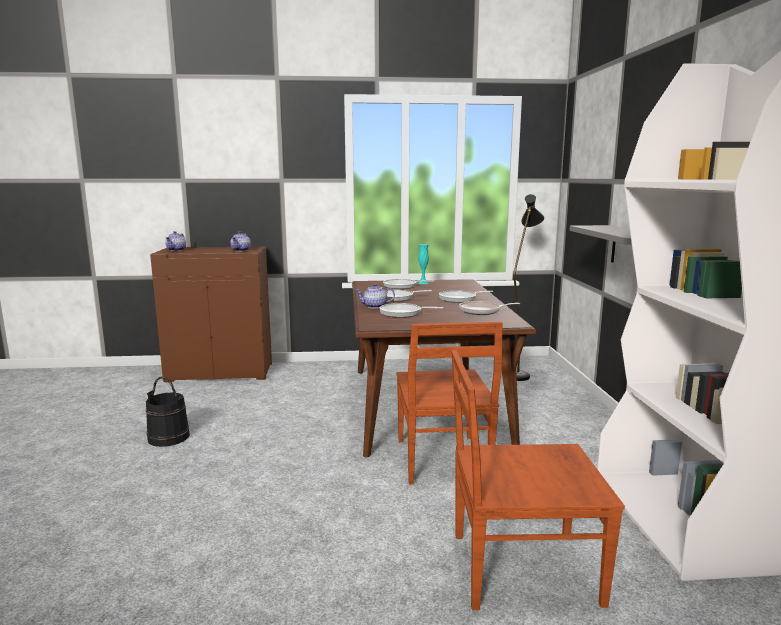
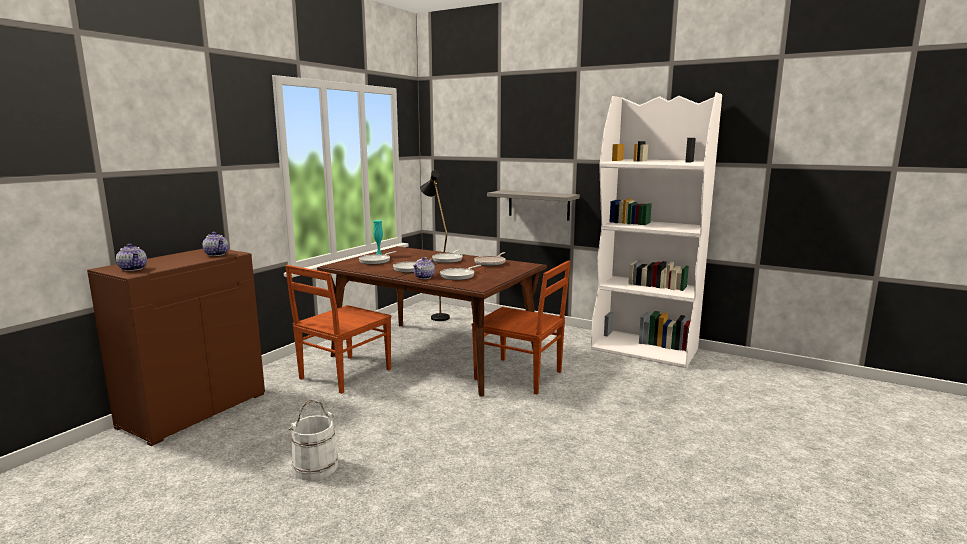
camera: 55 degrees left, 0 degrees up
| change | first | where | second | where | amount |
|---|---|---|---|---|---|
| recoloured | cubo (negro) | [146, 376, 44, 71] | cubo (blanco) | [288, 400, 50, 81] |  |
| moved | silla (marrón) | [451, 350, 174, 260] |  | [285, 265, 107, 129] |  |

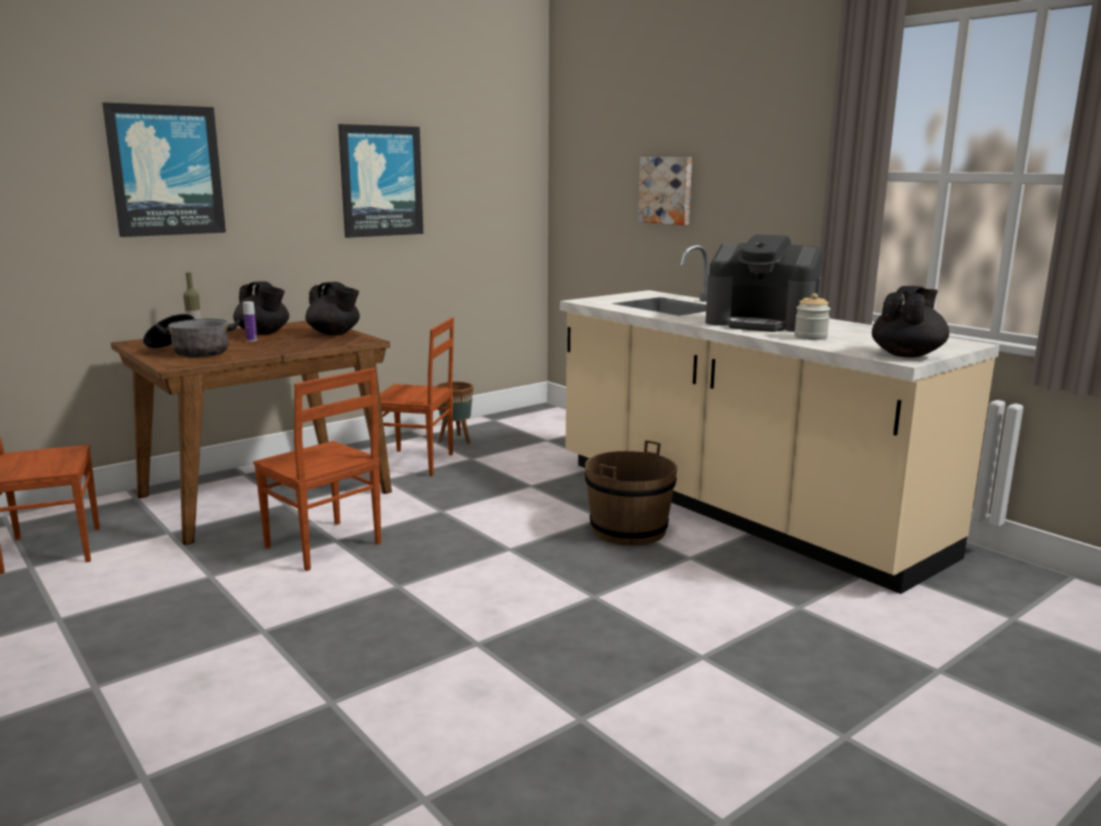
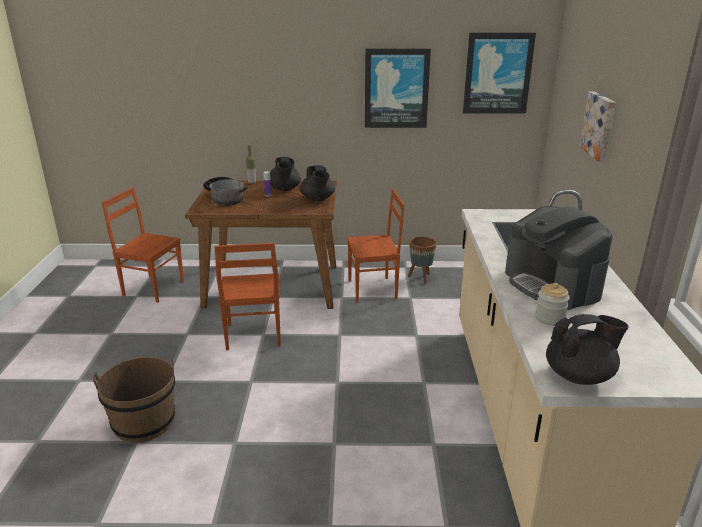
camera: 40 degrees right, 10 degrees up
| change | first | where | second | where | amount |
|---|---|---|---|---|---|
| moved | cuadro | [102, 102, 124, 135] |  | [463, 32, 73, 82] |  |
| turned | silla (marrón) | [380, 318, 74, 158] |  | [347, 189, 58, 114] | 60 degrees counterclockwise |
| moved | cubo (marrón) | [585, 440, 92, 105] |  | [93, 357, 82, 86] |  |

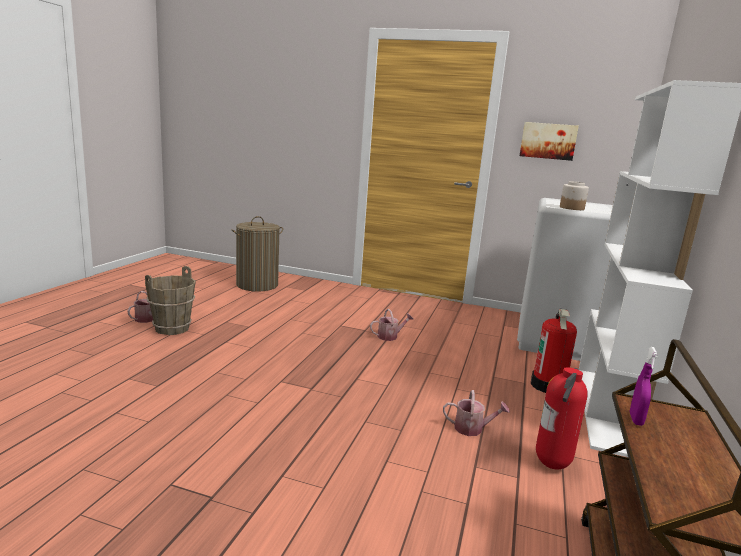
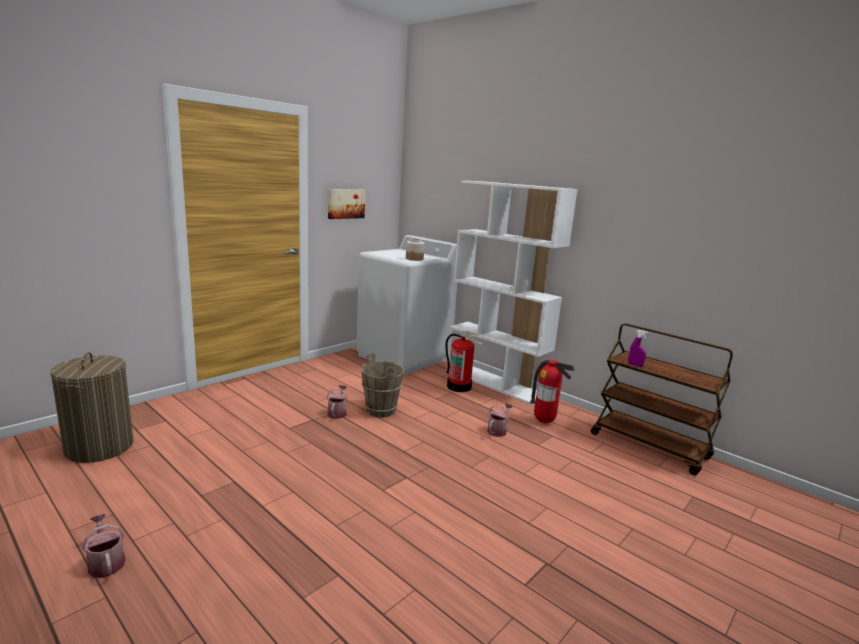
camera: 65 degrees left, 0 degrees up
| change | first | where | second | where | amount |
|---|---|---|---|---|---|
| moved | cubo (marrón) | [145, 266, 51, 69] |  | [361, 353, 43, 64] |  |

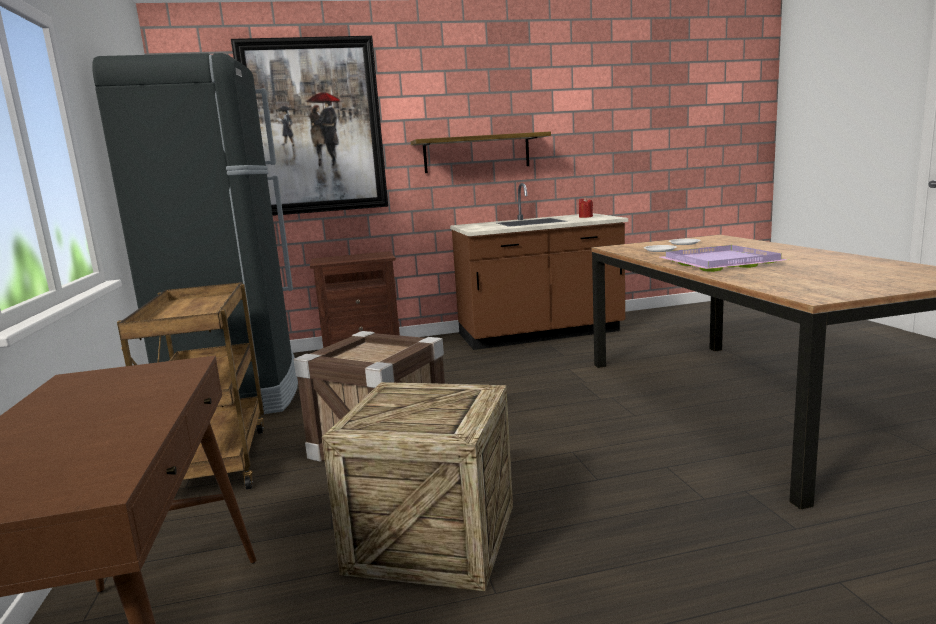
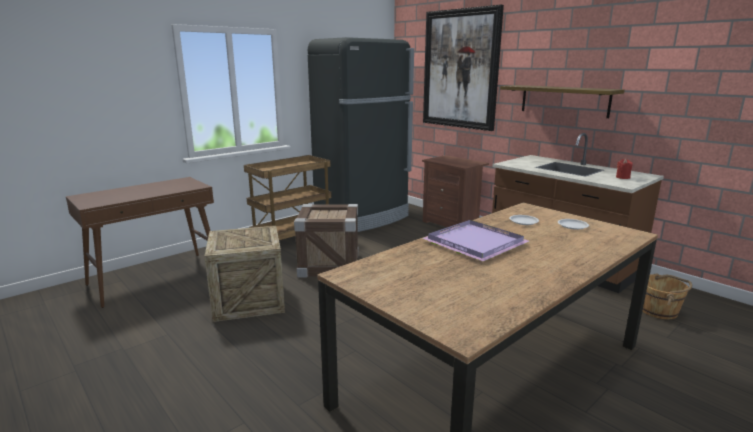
camera: 60 degrees right, 5 degrees up
| change | first | where | second | where | amount |
|---|---|---|---|---|---|
| added |  |  | cubo (marrón) | [642, 273, 50, 46] |  |

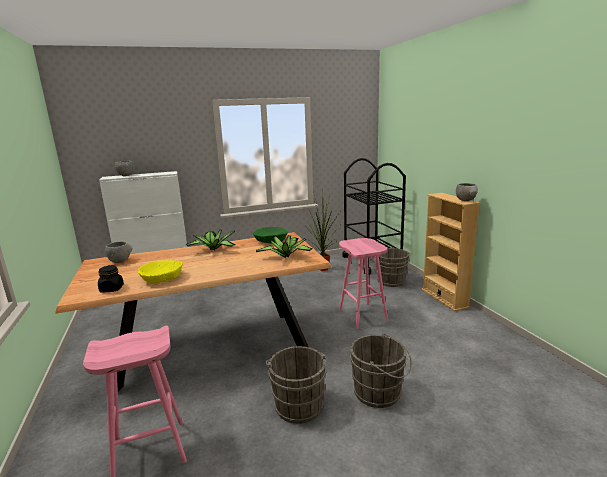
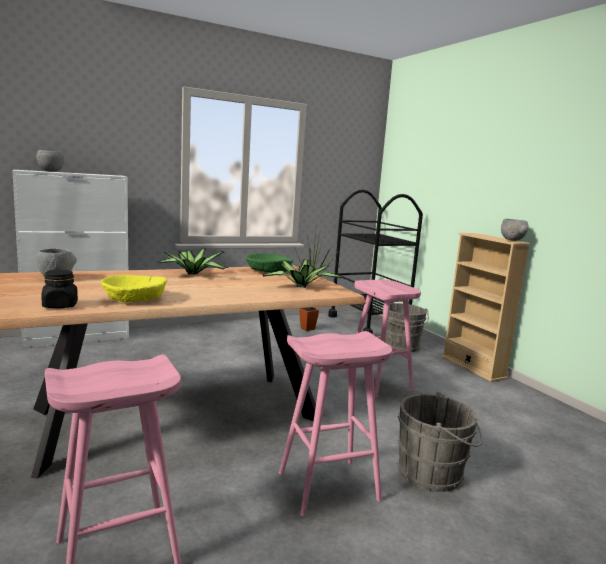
camera: 10 degrees left, 5 degrees down
| change | first | where | second | where | amount |
|---|---|---|---|---|---|
| replaced | cubo (gris) | [266, 346, 61, 78] | taburete (rosa) | [279, 331, 113, 185] |  |

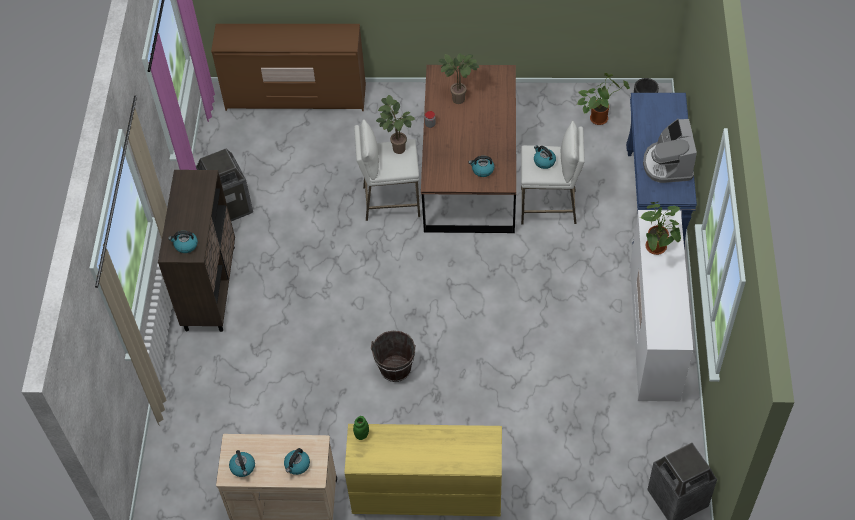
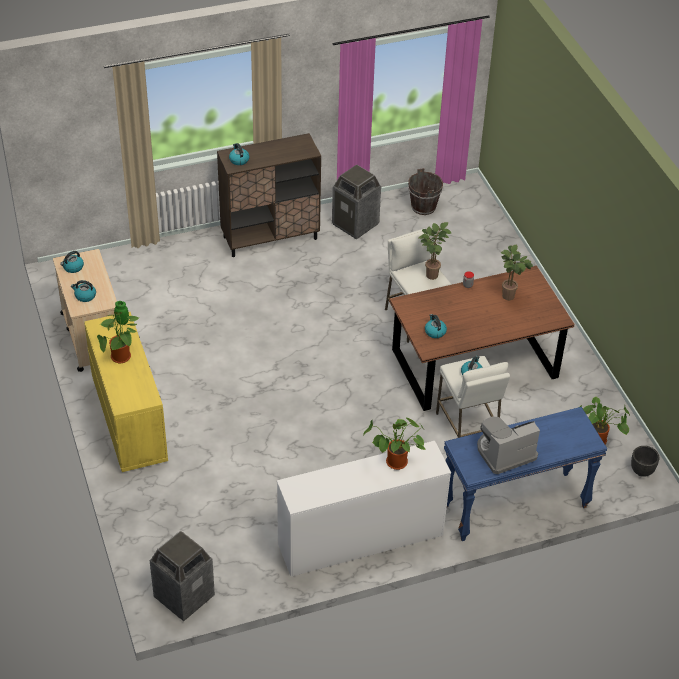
camera: 65 degrees right, 10 degrees down
| change | first | where | second | where | amount |
|---|---|---|---|---|---|
| removed | cómoda (marrón) | [211, 24, 155, 87] |  |  |  |
| moved | cubo (marrón) | [371, 331, 45, 51] |  | [408, 168, 35, 47] |  |
| added |  |  | planta en maceta | [97, 312, 42, 51] |  |

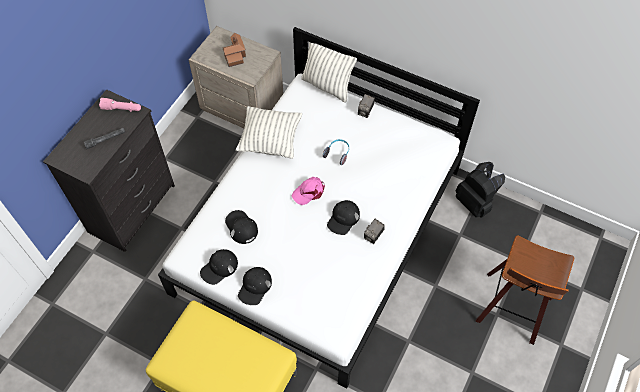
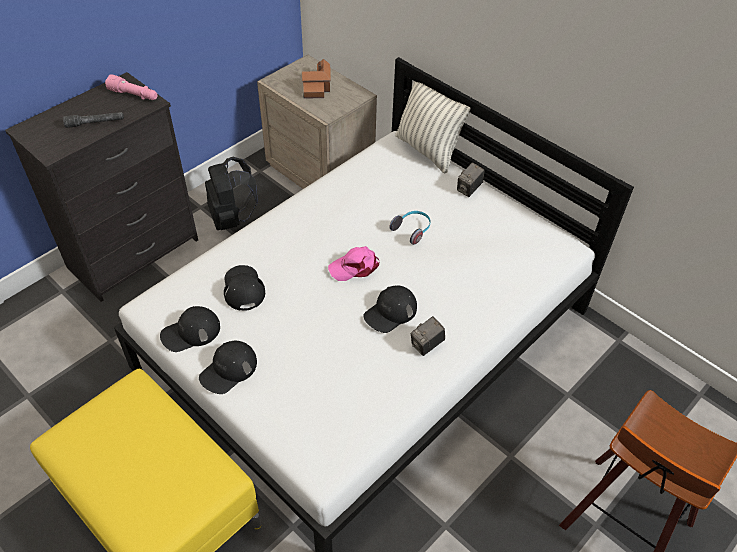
camera: 15 degrees right, 10 degrees down
| change | first | where | second | where | amount |
|---|---|---|---|---|---|
| removed | cojín | [236, 106, 66, 53] |  |  |  |
| moved | mochila (negro) | [455, 162, 50, 56] |  | [205, 157, 53, 73] |  |

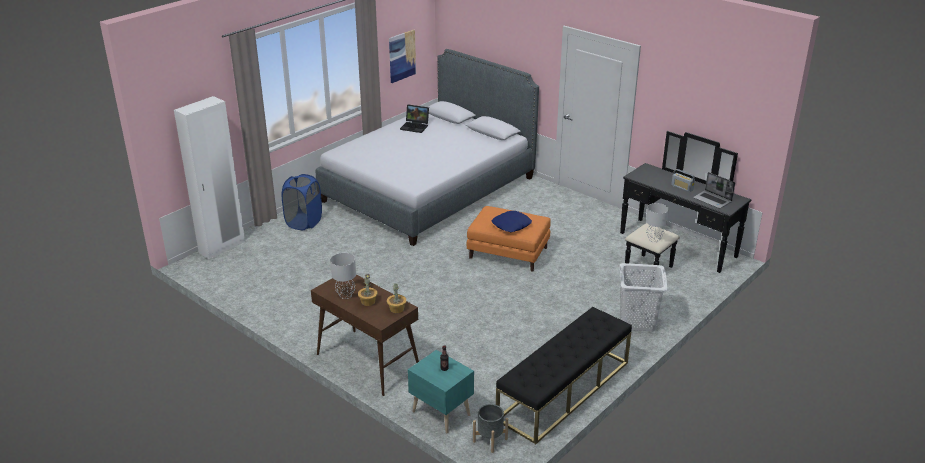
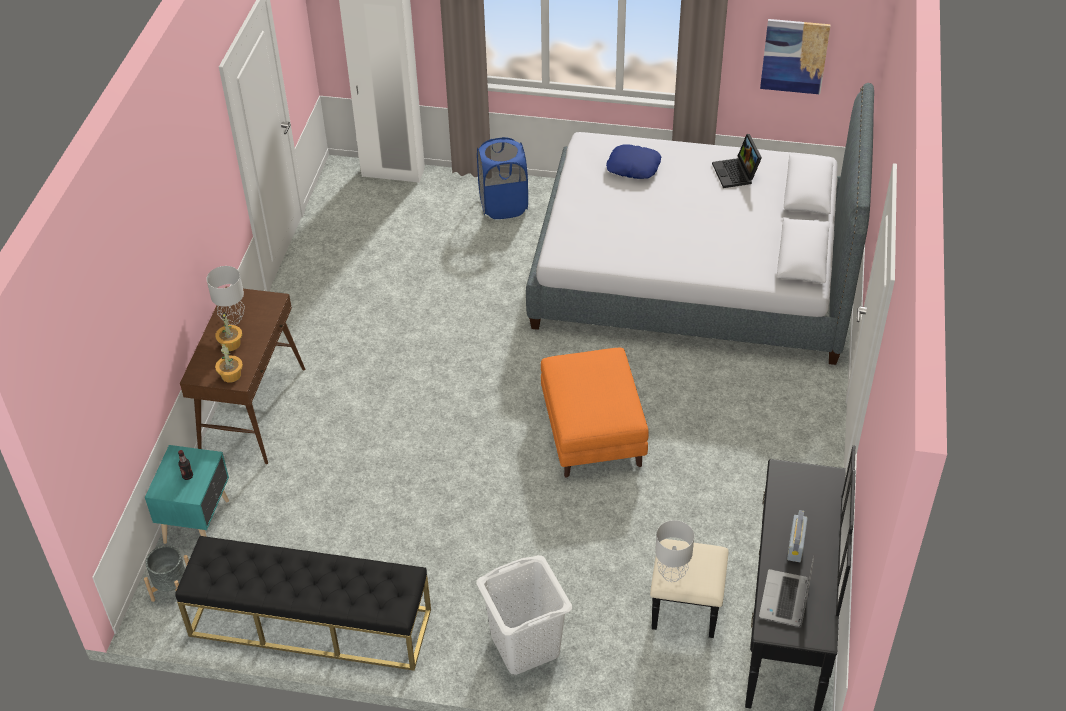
camera: 60 degrees right, 15 degrees up
| change | first | where | second | where | amount |
|---|---|---|---|---|---|
| moved | cojín (azul) | [492, 211, 40, 21] |  | [606, 145, 55, 34] |  |

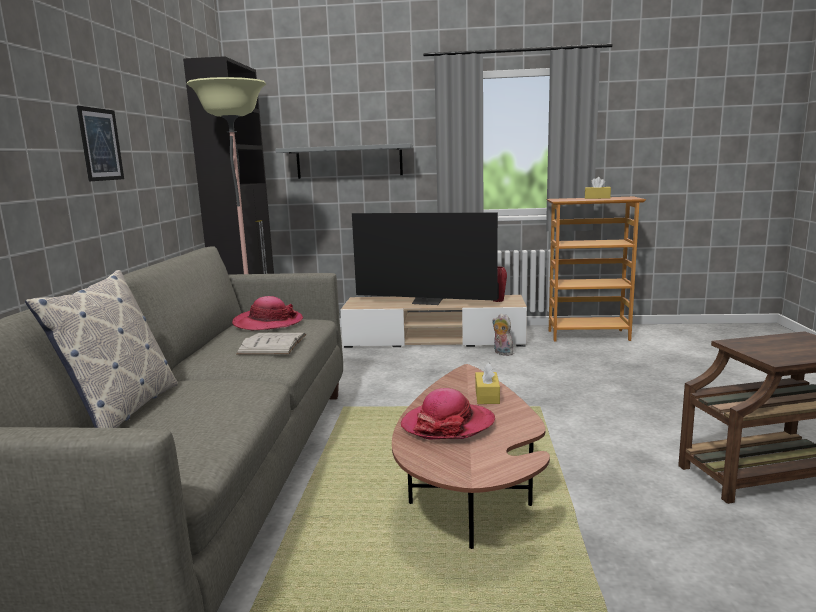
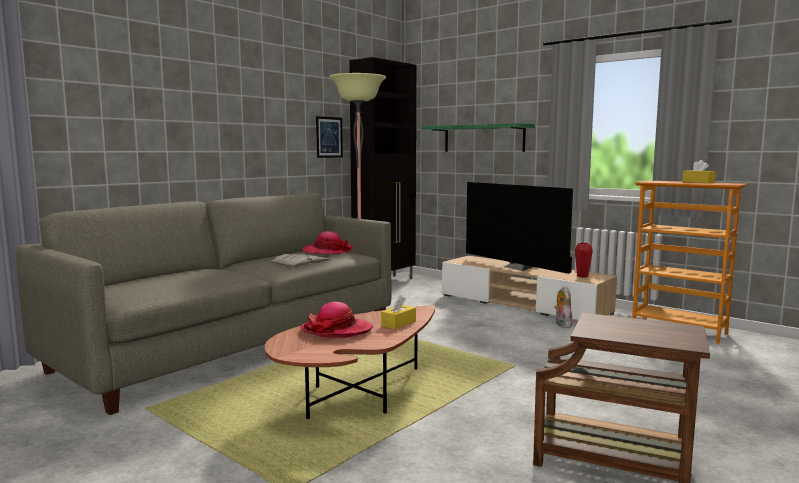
camera: 35 degrees right, 5 degrees down
| change | first | where | second | where | amount |
|---|---|---|---|---|---|
| removed | cojín | [25, 270, 153, 158] |  |  |  |
| moved | cuadro | [77, 106, 47, 75] |  | [316, 116, 27, 42] |  |
| recoloured | estante (gris) | [275, 144, 138, 35] | estante (verde) | [421, 123, 114, 29] |  |

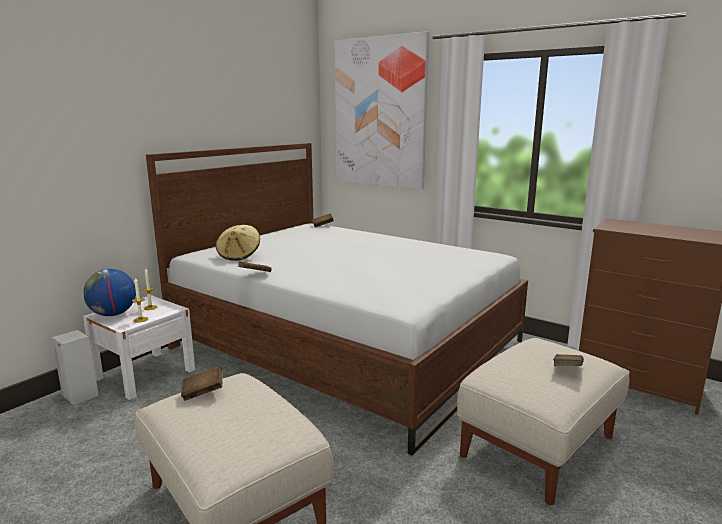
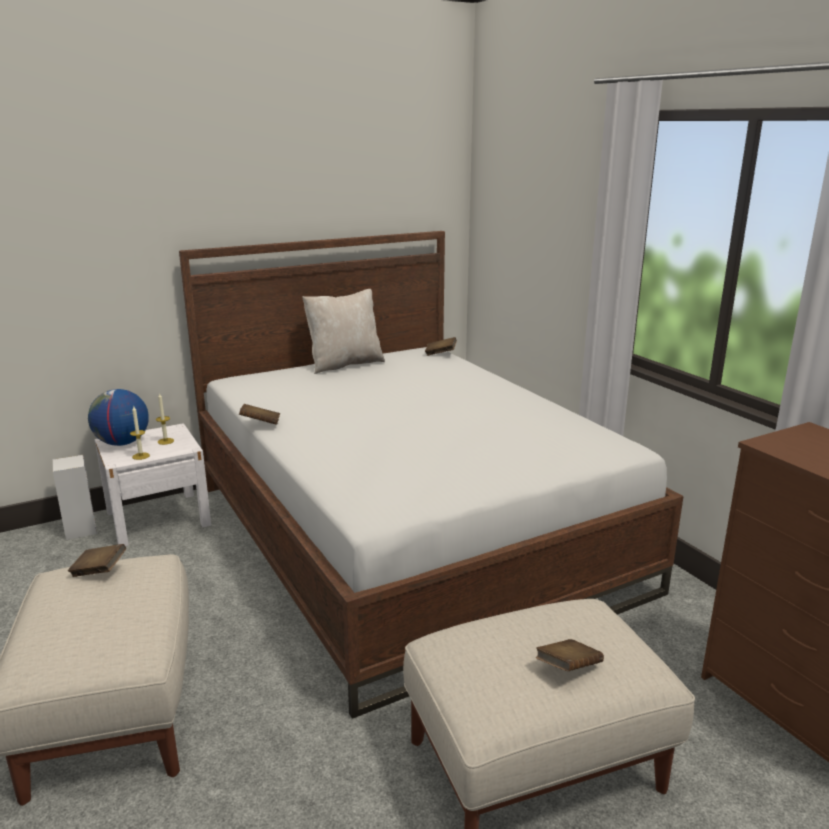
camera: 25 degrees right, 5 degrees up
| change | first | where | second | where | amount |
|---|---|---|---|---|---|
| removed | sombrero (beis) | [216, 225, 44, 36] |  |  |  |
| removed | cuadro | [334, 31, 95, 158] |  |  |  |
| added |  |  | cojín (beis) | [302, 289, 83, 85] |  |

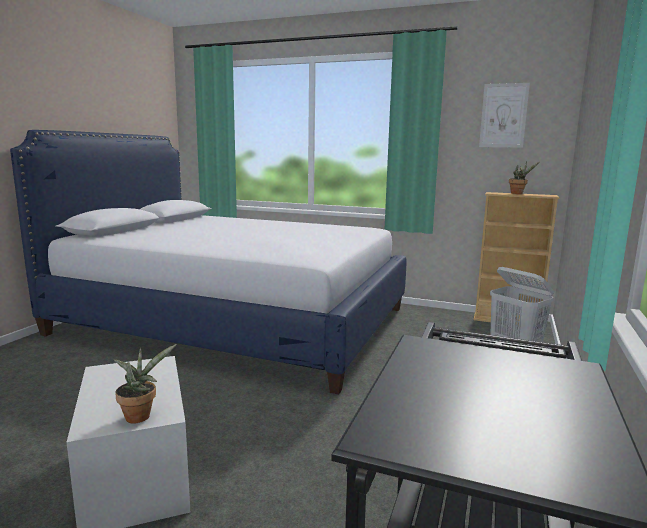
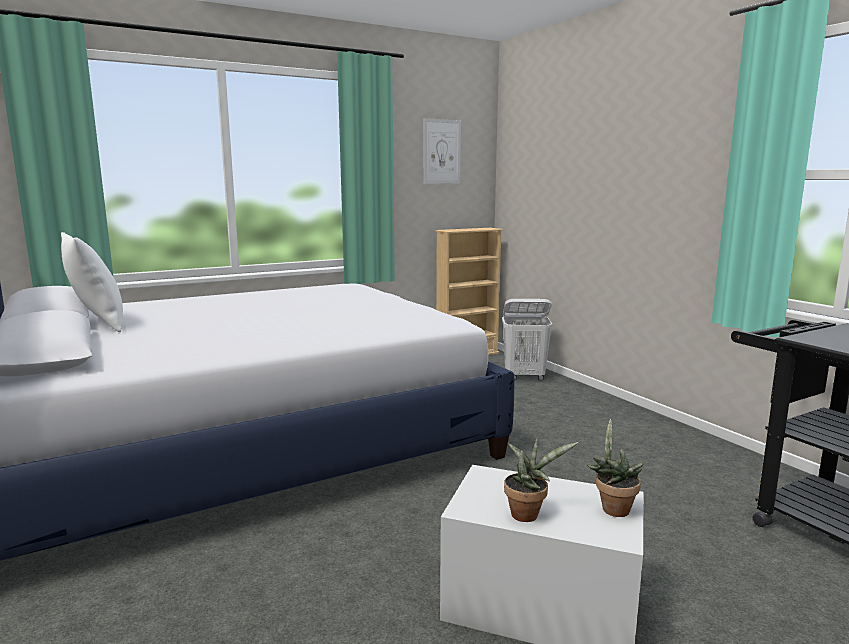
camera: 50 degrees left, 0 degrees up
| change | first | where | second | where | amount |
|---|---|---|---|---|---|
| moved | planta en maceta | [509, 161, 31, 33] |  | [504, 437, 75, 85] |  |
| added |  |  | cojín (blanco) | [61, 232, 62, 100] |  |

